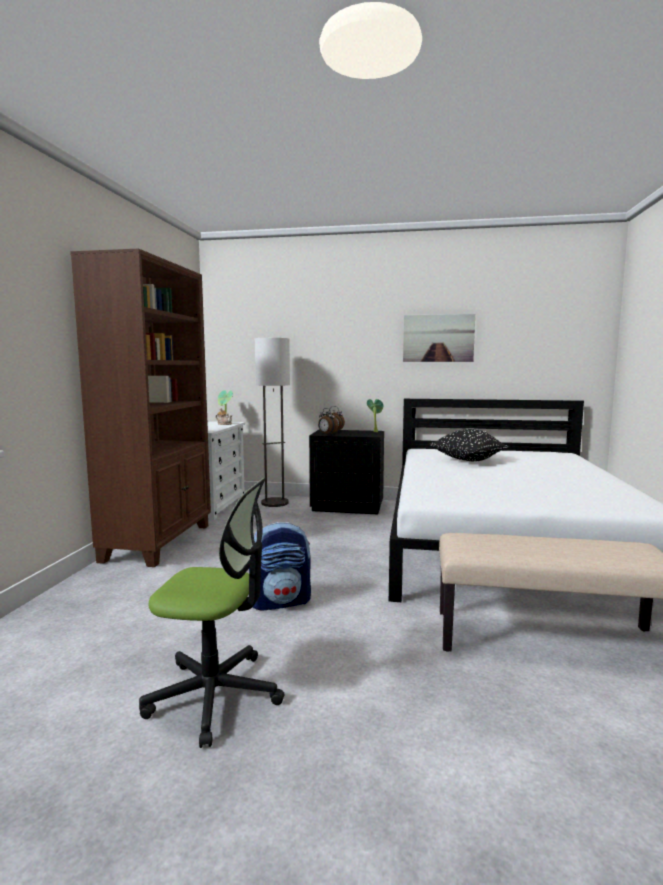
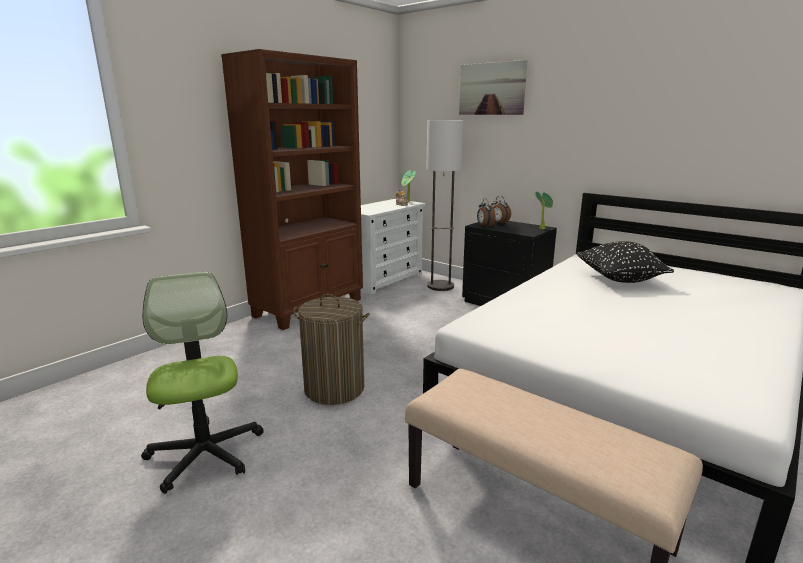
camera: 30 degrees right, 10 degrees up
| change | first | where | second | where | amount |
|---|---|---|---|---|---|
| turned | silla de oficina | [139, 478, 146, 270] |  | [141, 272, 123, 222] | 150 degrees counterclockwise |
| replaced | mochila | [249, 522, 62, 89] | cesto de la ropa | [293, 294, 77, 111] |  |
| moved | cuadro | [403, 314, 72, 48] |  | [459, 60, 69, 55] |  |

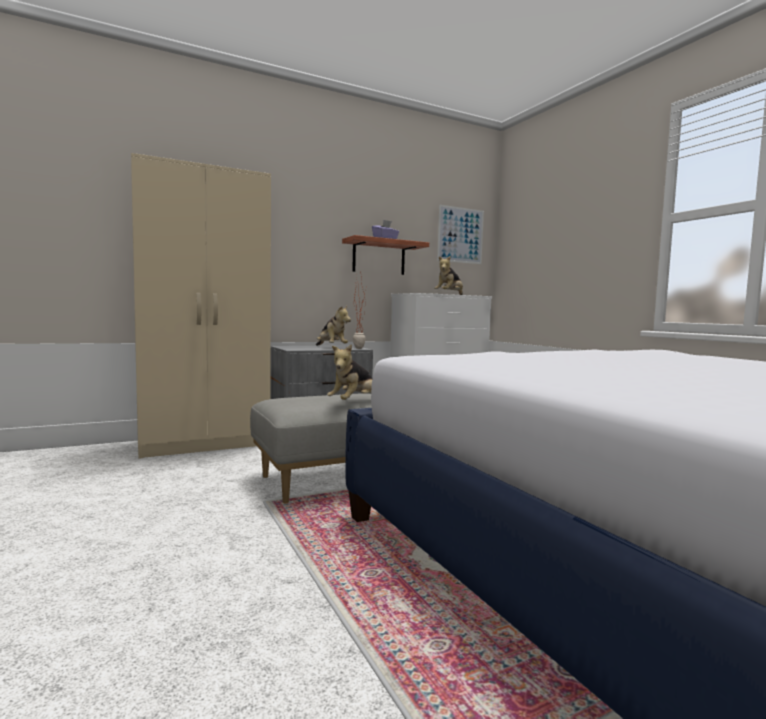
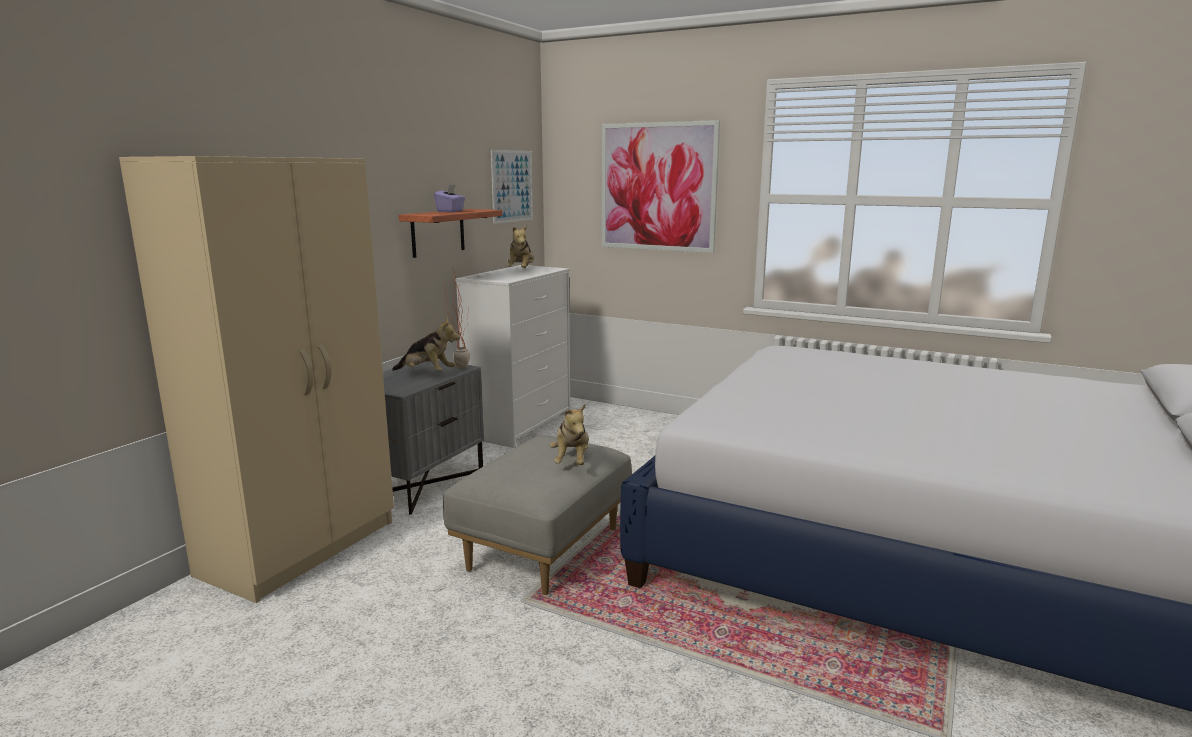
camera: 35 degrees left, 10 degrees up
| change | first | where | second | where | amount |
|---|---|---|---|---|---|
| added |  |  | cuadro | [601, 120, 119, 133] |  |

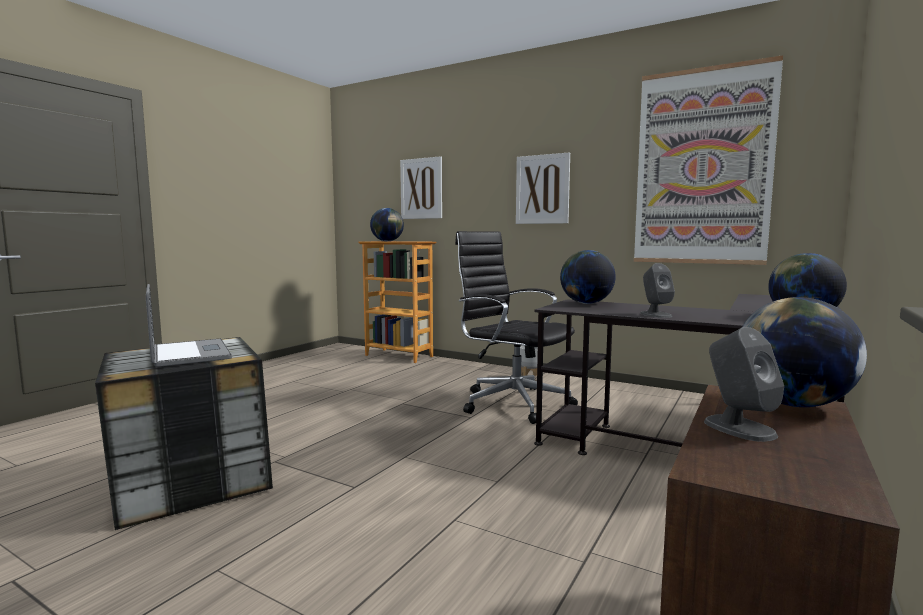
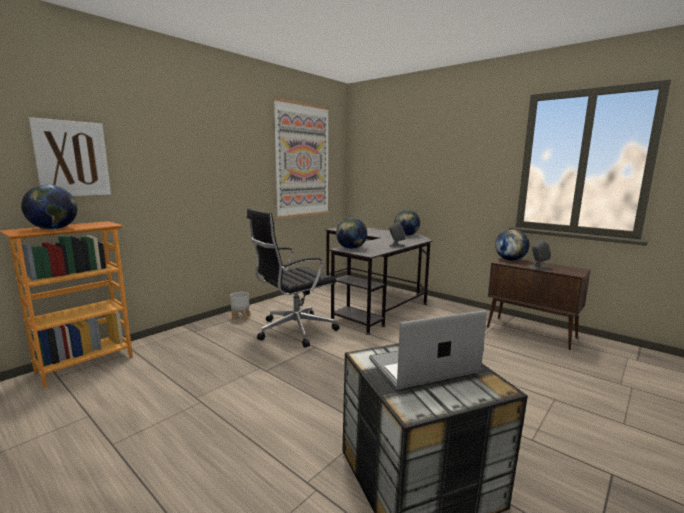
camera: 80 degrees left, 5 degrees up
| change | first | where | second | where | amount |
|---|---|---|---|---|---|
| removed | cuadro | [516, 152, 54, 72] |  |  |  |

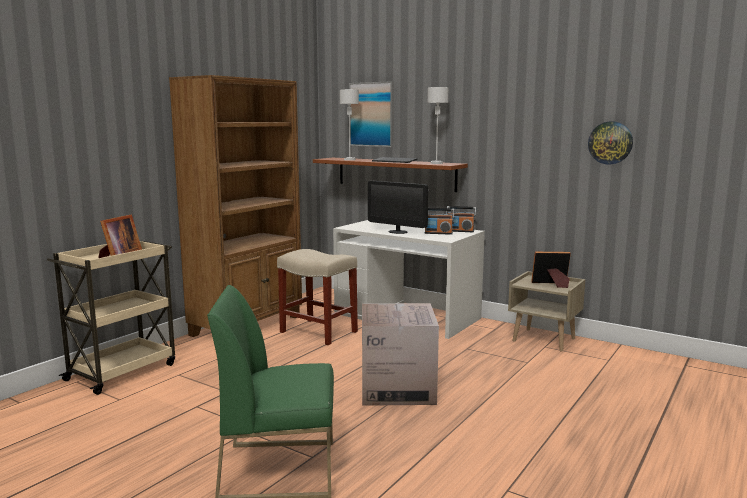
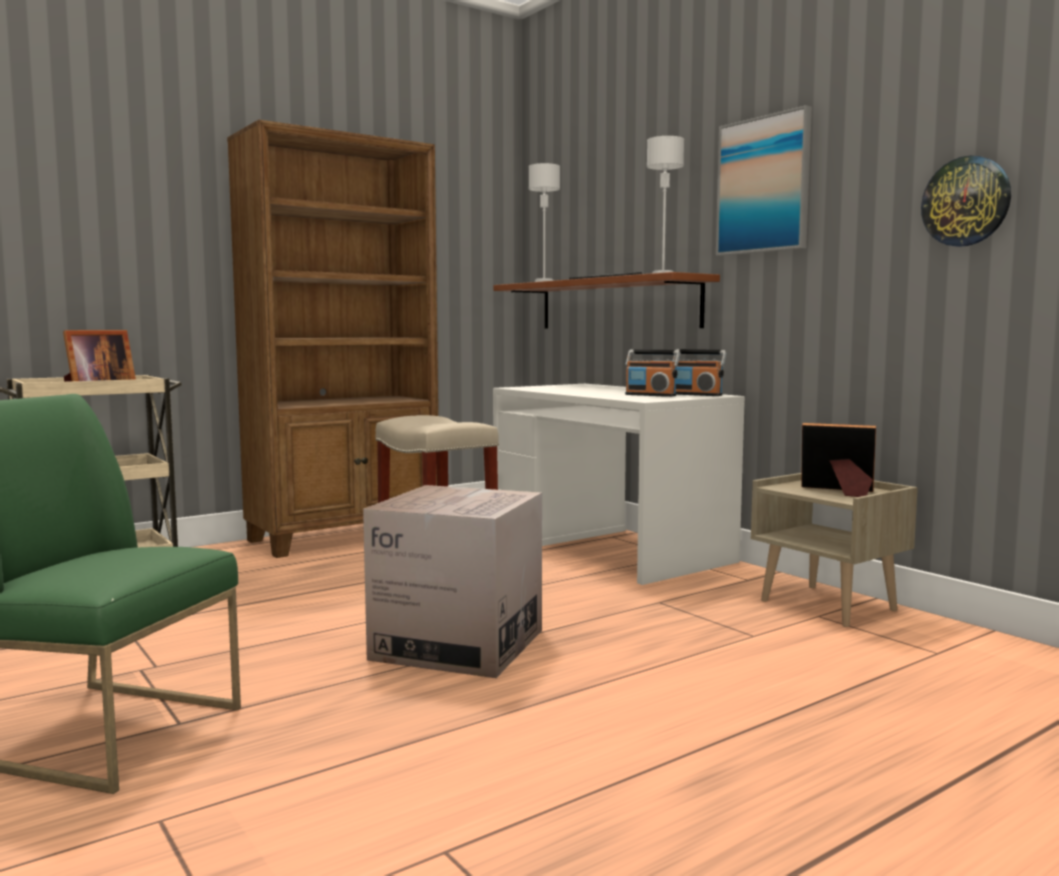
camera: 20 degrees right, 5 degrees down
| change | first | where | second | where | amount |
|---|---|---|---|---|---|
| moved | cuadro | [349, 81, 45, 66] |  | [716, 105, 96, 151] |  |
| removed | monitor | [368, 181, 60, 53] |  |  |  |

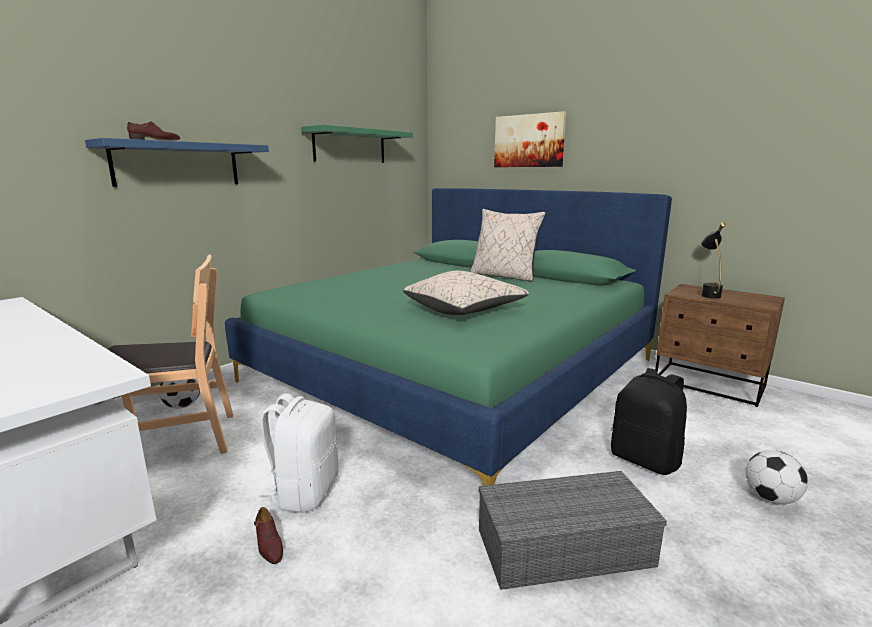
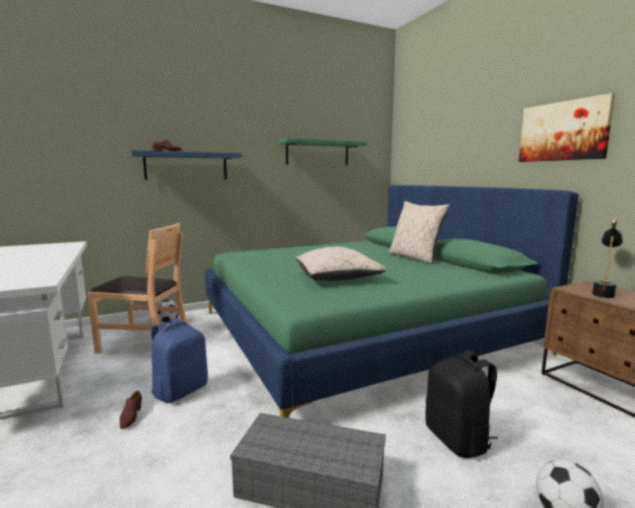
camera: 25 degrees right, 5 degrees down
| change | first | where | second | where | amount |
|---|---|---|---|---|---|
| recoloured | mochila (blanco) | [258, 393, 81, 120] | mochila (azul) | [151, 318, 57, 85] |  |
| moved | cuadro | [494, 111, 72, 56] |  | [519, 93, 96, 69] |  |

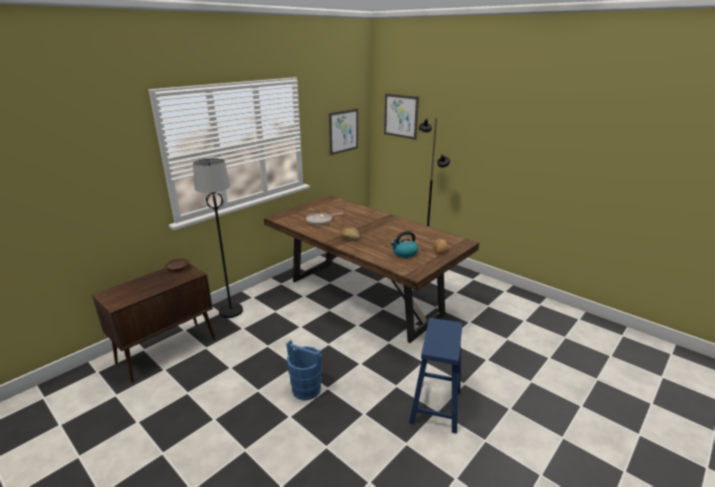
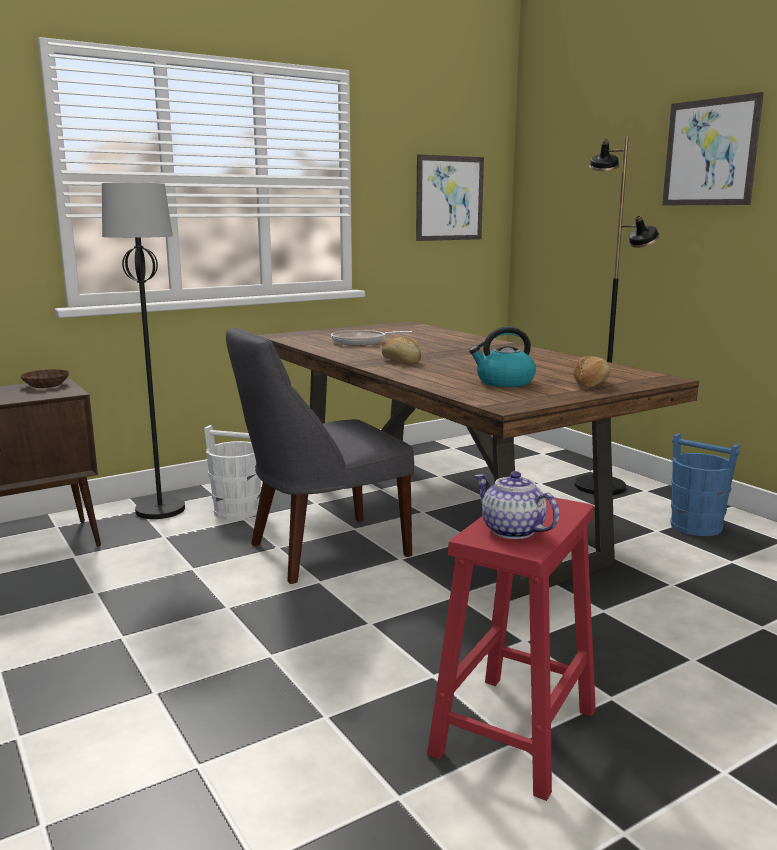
camera: 15 degrees right, 10 degrees down
| change | first | where | second | where | amount |
|---|---|---|---|---|---|
| moved | cubo (azul) | [286, 340, 36, 60] |  | [671, 433, 69, 103] |  |
| moved | cuadro | [384, 93, 35, 47] |  | [662, 92, 102, 113] |  |
| recoloured | taburete (azul) | [409, 318, 53, 116] | taburete (rojo) | [427, 497, 169, 304] |  |
| added |  |  | cubo (blanco) | [204, 425, 57, 95] |  |
| added |  |  | silla (gris) | [226, 327, 188, 257] |  |
| added |  |  | tetera | [475, 471, 84, 68] |  |

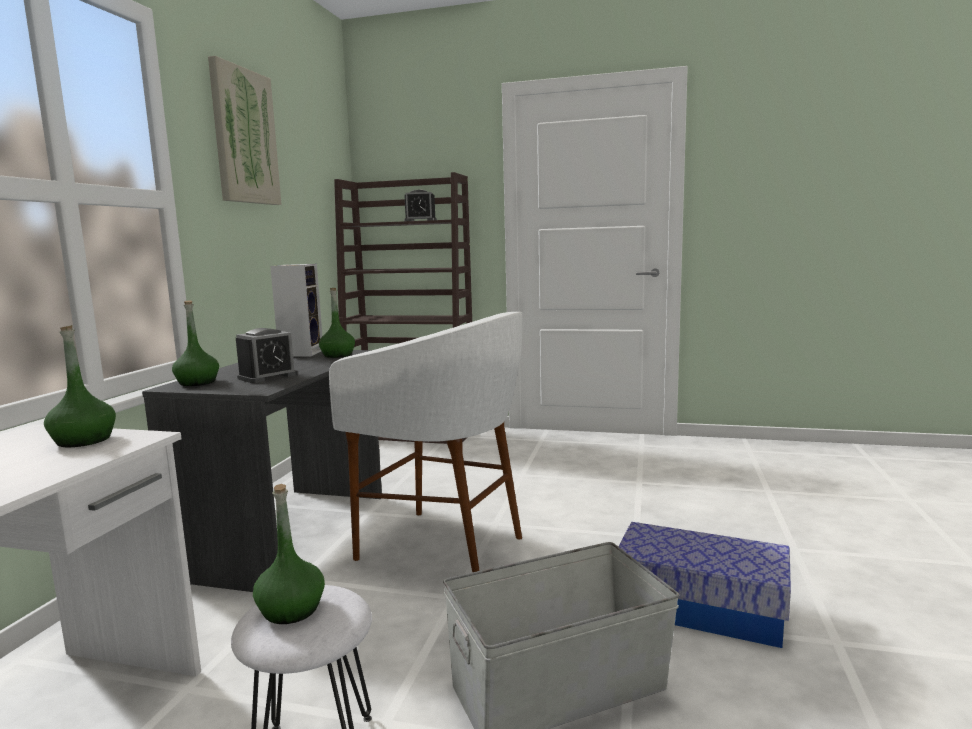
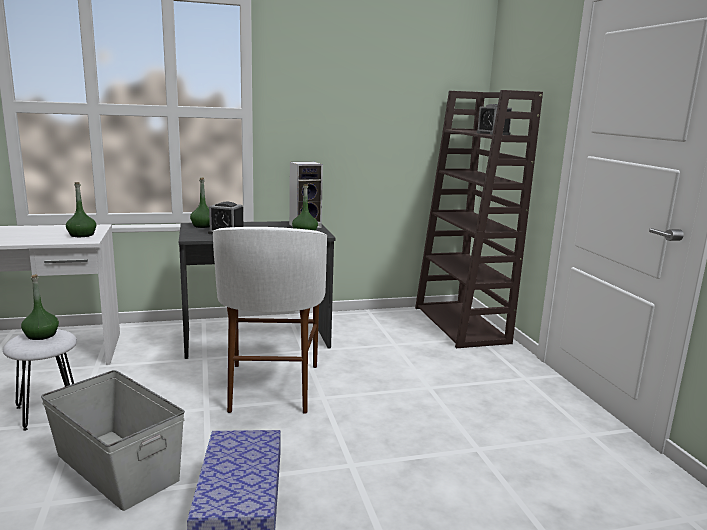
camera: 60 degrees right, 5 degrees up
| change | first | where | second | where | amount |
|---|---|---|---|---|---|
| removed | cuadro | [208, 56, 74, 149] |  |  |  |

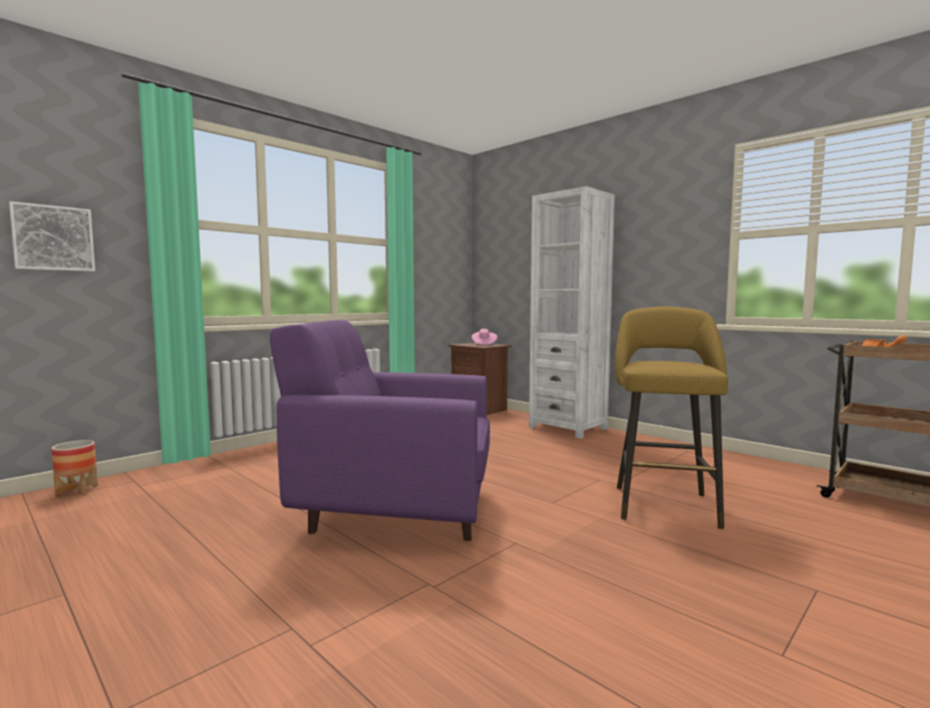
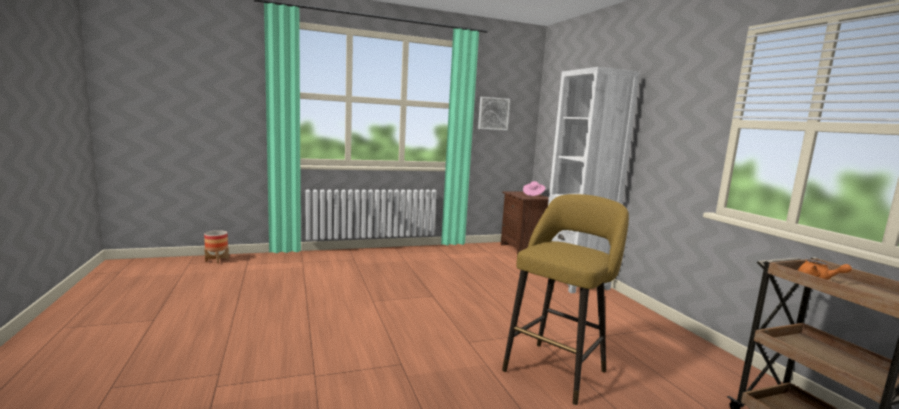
camera: 25 degrees right, 5 degrees up
| change | first | where | second | where | amount |
|---|---|---|---|---|---|
| moved | cuadro | [9, 201, 86, 70] |  | [478, 97, 32, 33] |  |
| removed | sillón (morado) | [270, 320, 220, 221] |  |  |  |

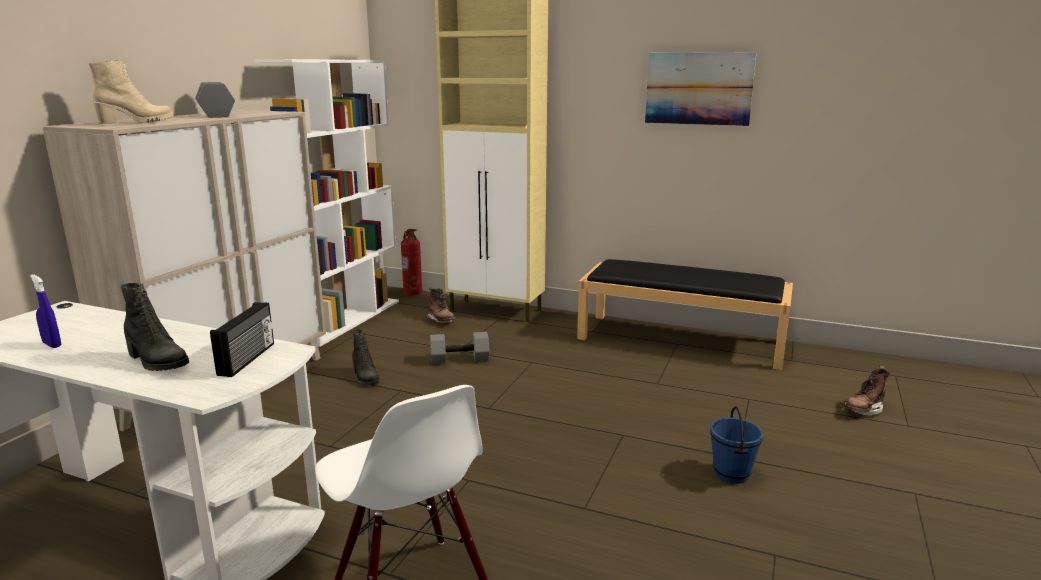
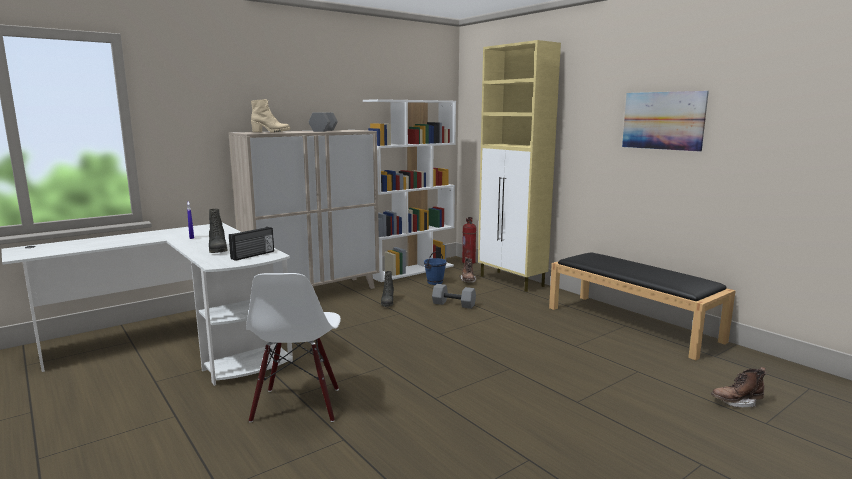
camera: 30 degrees right, 5 degrees down
| change | first | where | second | where | amount |
|---|---|---|---|---|---|
| moved | cubo (azul) | [710, 406, 53, 78] |  | [424, 251, 22, 34] |  |

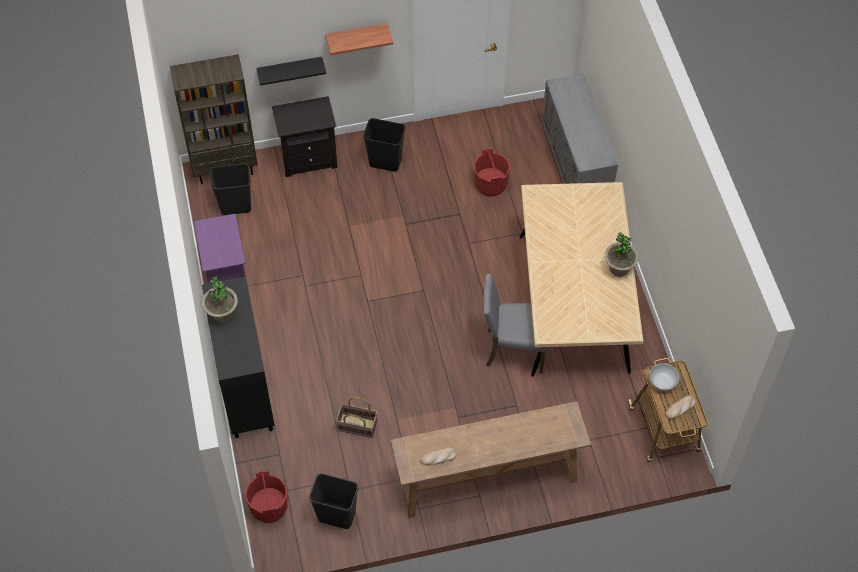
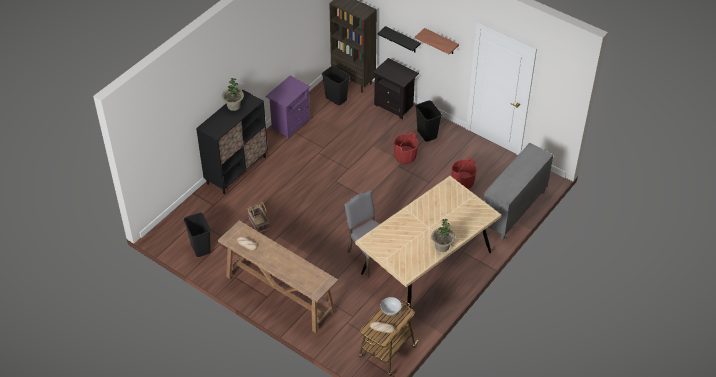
camera: 50 degrees right, 10 degrees down
| change | first | where | second | where | amount |
|---|---|---|---|---|---|
| moved | cubo (rojo) | [245, 470, 43, 53] |  | [393, 131, 25, 33] |  |

